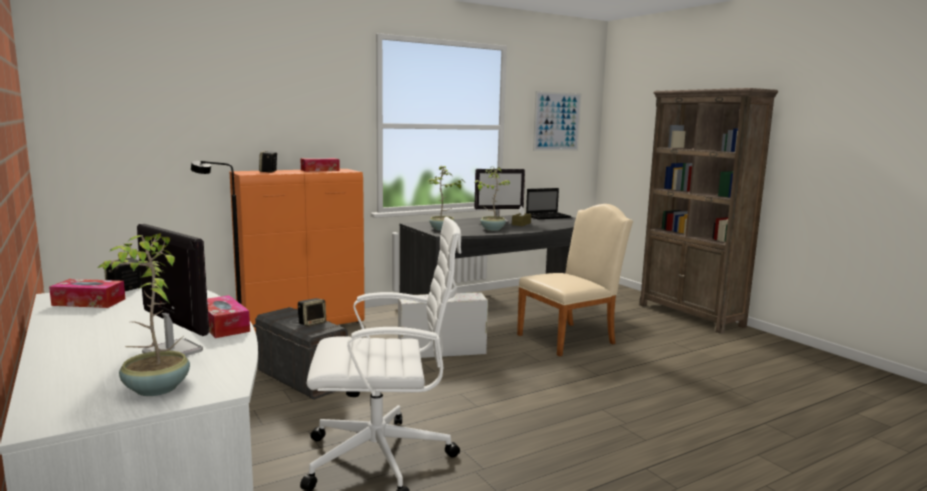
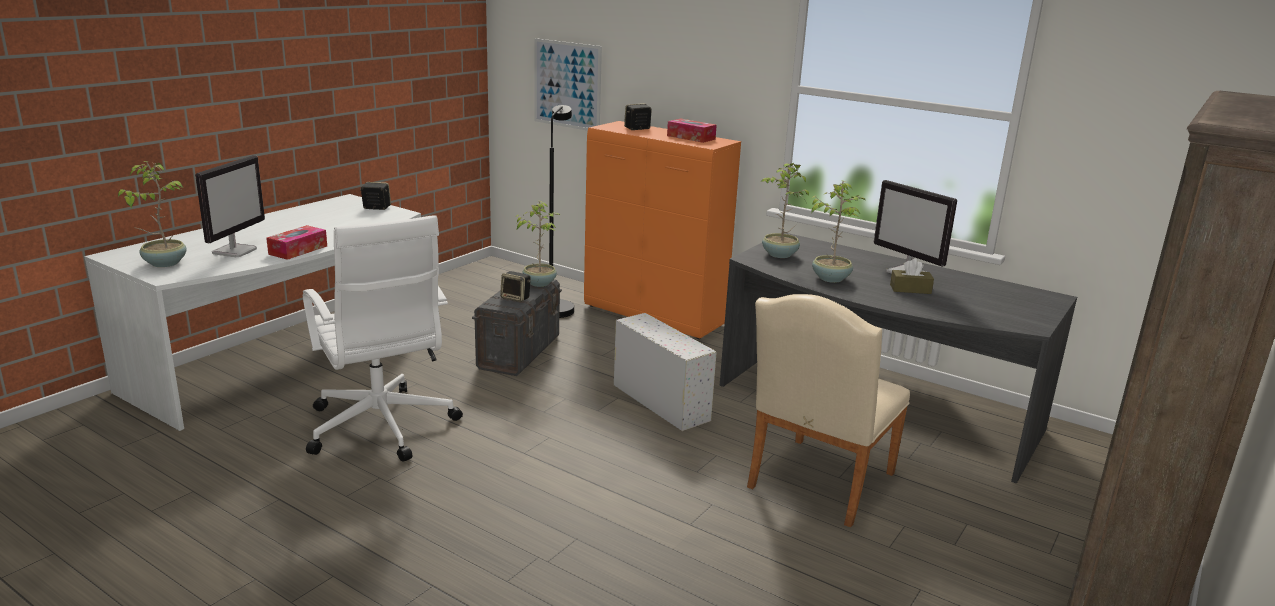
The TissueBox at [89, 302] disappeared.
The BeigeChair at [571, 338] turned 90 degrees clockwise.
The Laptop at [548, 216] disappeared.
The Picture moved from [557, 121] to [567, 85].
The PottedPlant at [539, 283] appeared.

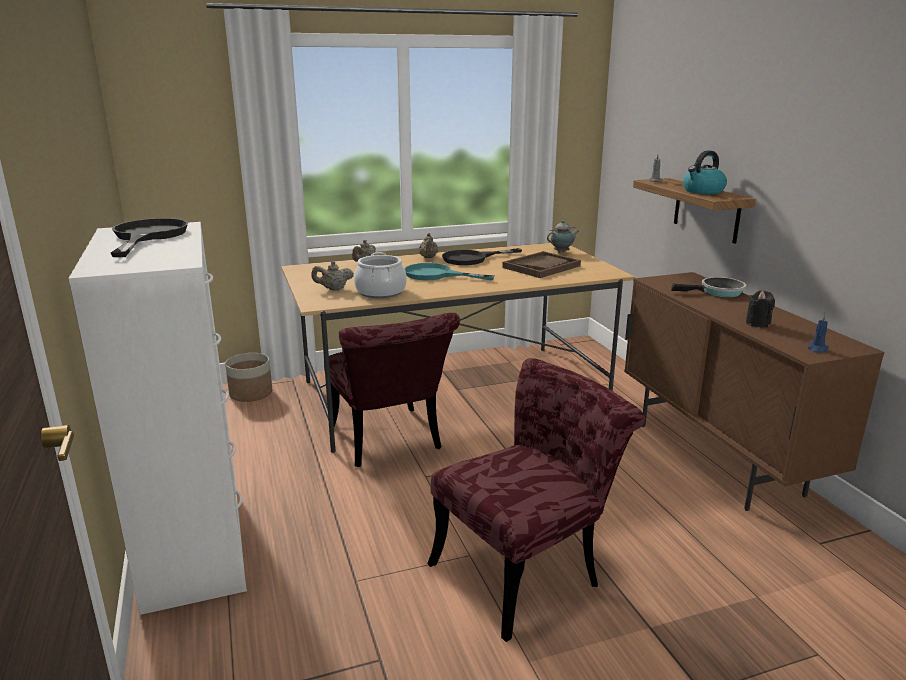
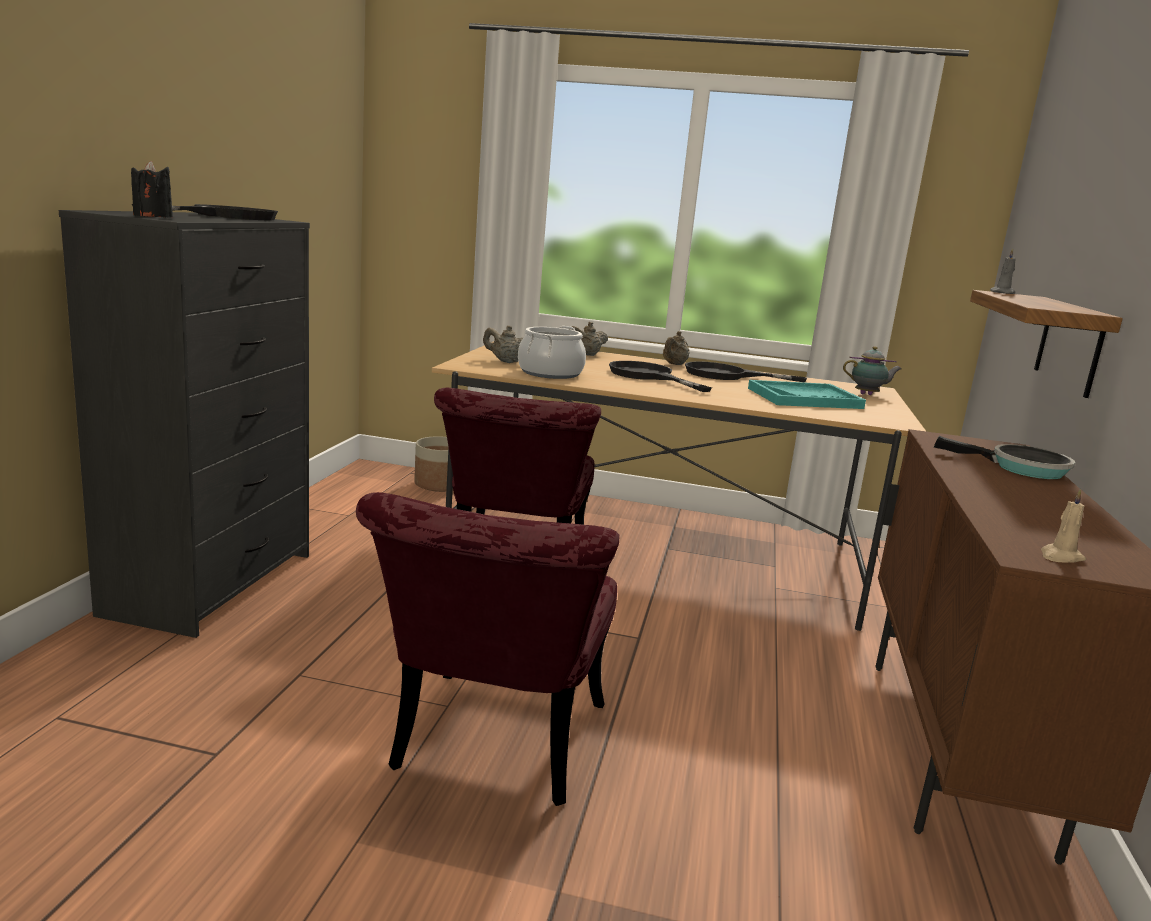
The WhiteDresser at [194, 544] became the BlackDresser at [213, 582].
The TurquoiseFryingPan at [436, 275] became the BlackFryingPan at [648, 376].
The RedChair at [527, 569] turned 105 degrees clockwise.
The BrownTray at [541, 267] became the TurquoiseTray at [804, 398].
The Kettle at [703, 191] disappeared.
The BlackCandle moved from [757, 323] to [153, 217].
The BlueCandle at [817, 349] became the BeigeCandle at [1060, 557].

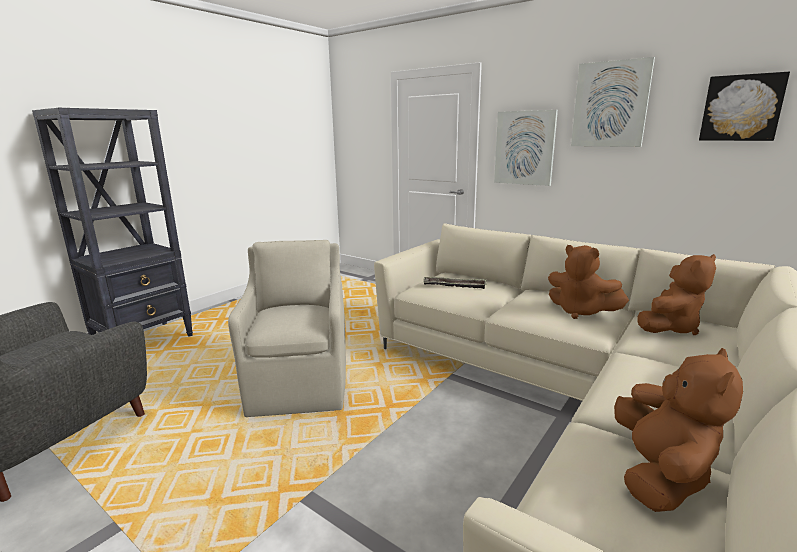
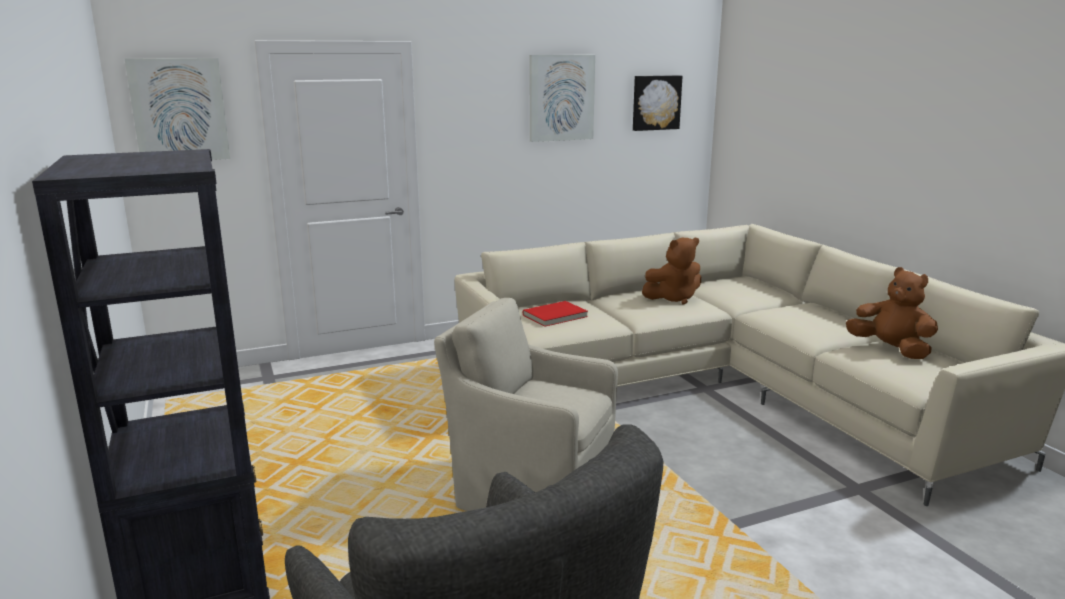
The Tray at [454, 286] was replaced by the RedBook at [555, 316].
The Picture moved from [524, 148] to [179, 110].
The BrownPlushToy at [669, 327] disappeared.

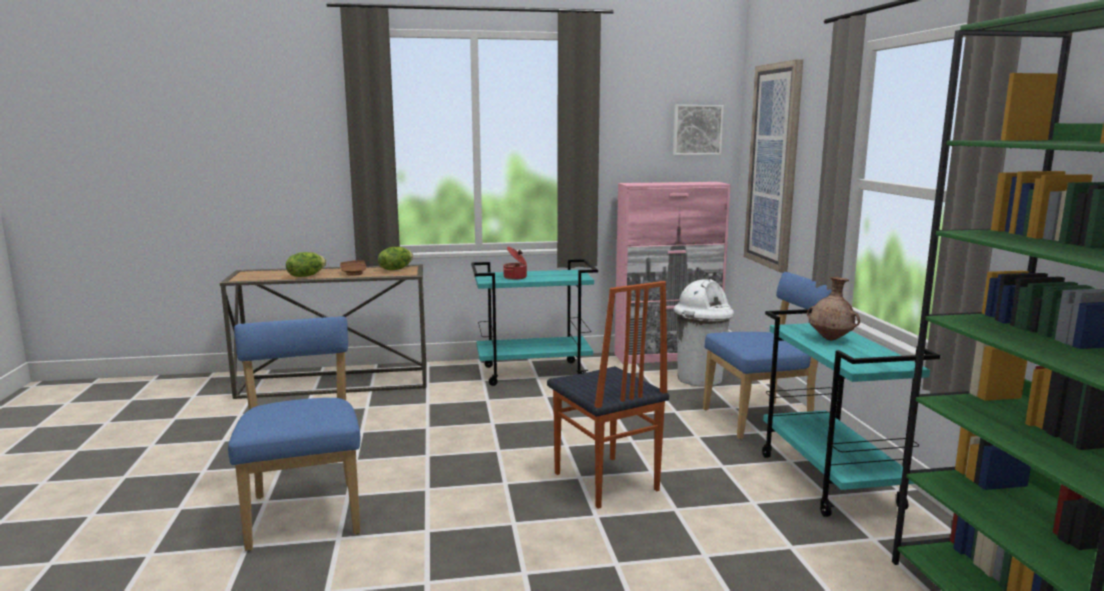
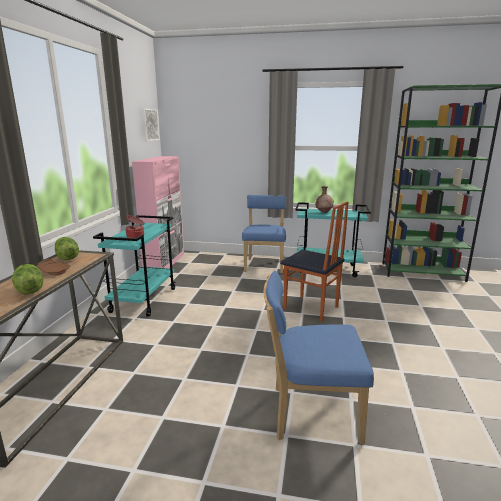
The Chair at [605, 482] turned 45 degrees clockwise.
The WhiteTrashCan at [700, 379] disappeared.
The Picture at [774, 166] disappeared.

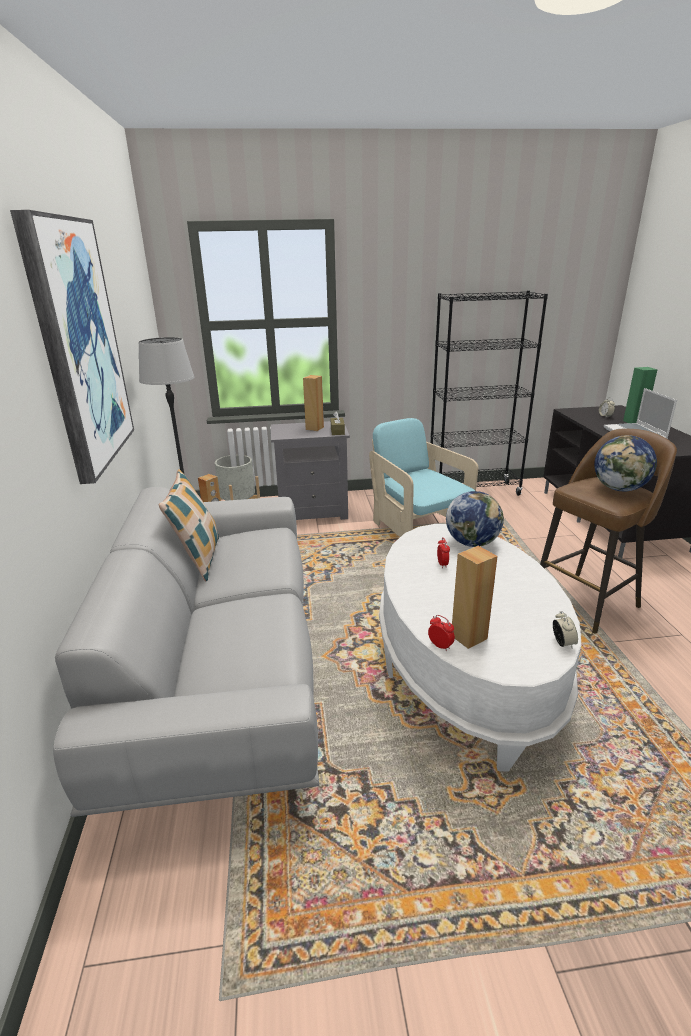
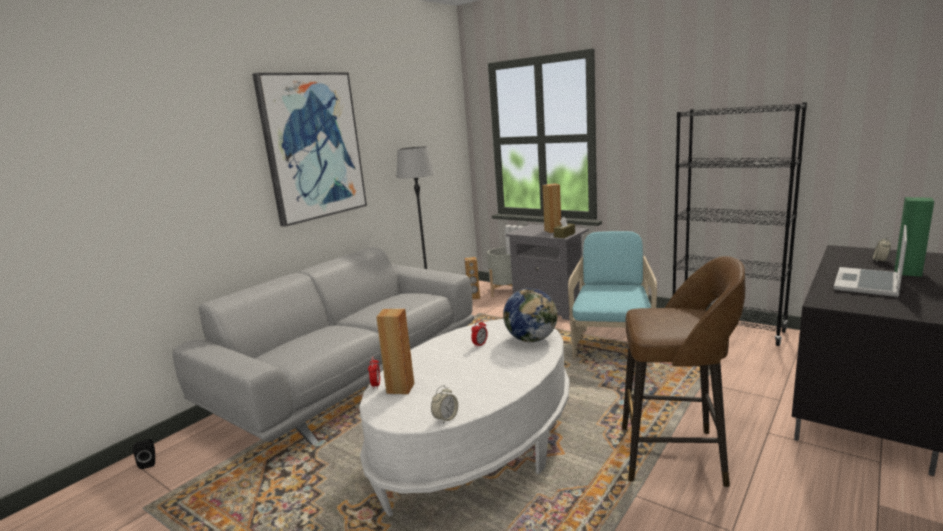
The Pillow at [198, 559] disappeared.
The Globe at [619, 489] disappeared.
The BlackSpeaker at [149, 463] appeared.

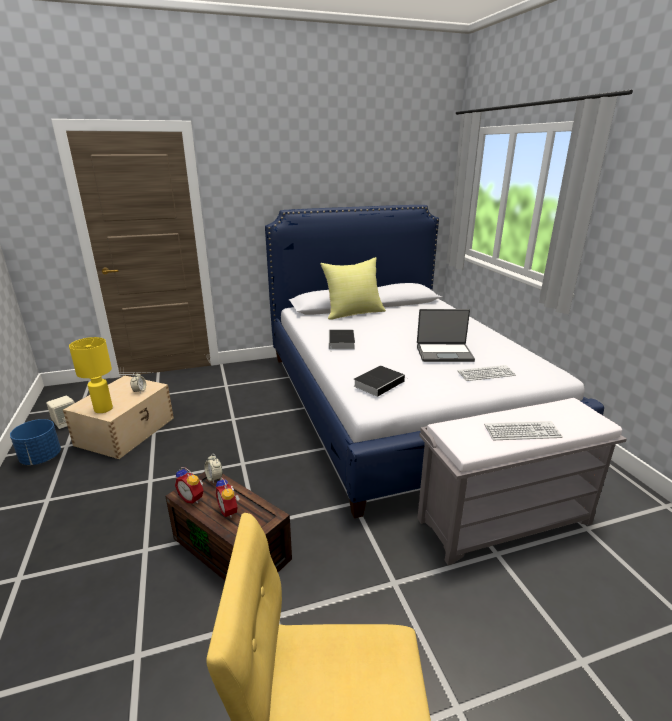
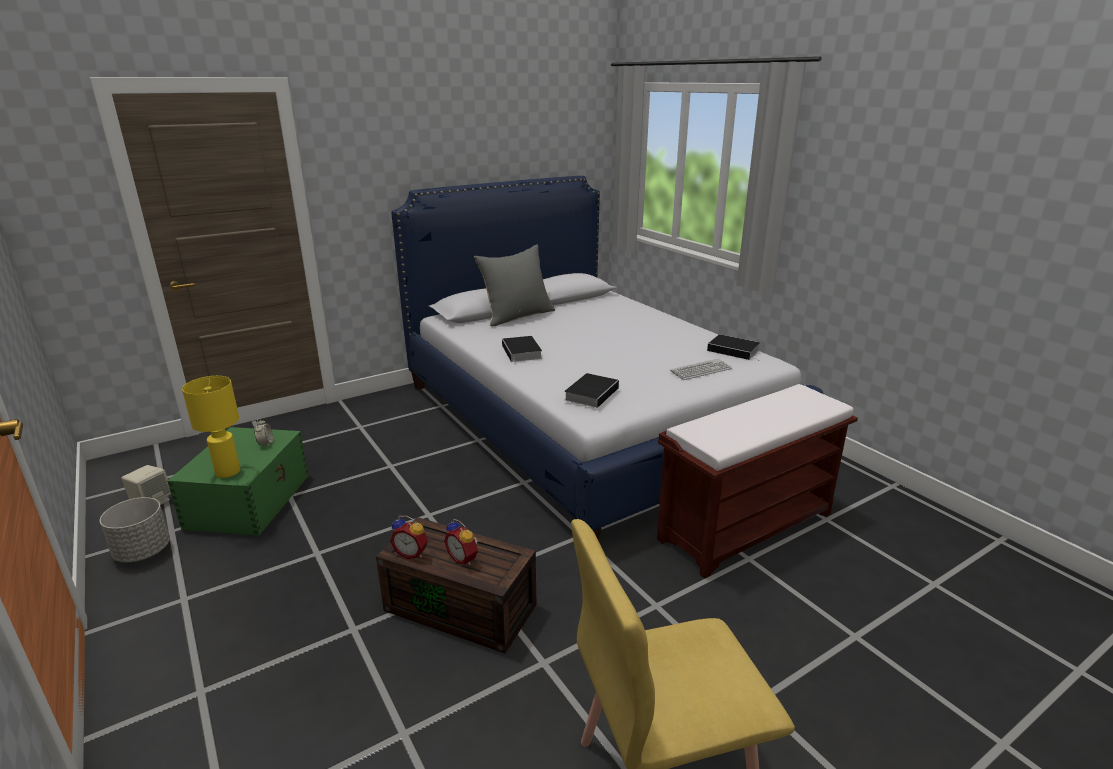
The BluePlanter at [41, 458] became the GreyPlanter at [143, 552].
The BeigeStorageBox at [127, 431] became the GreenStorageBox at [250, 500].
The AlarmClock at [214, 478] disappeared.
The YellowPillow at [353, 313] became the GreyPillow at [517, 316].
The Laptop at [444, 353] disappeared.
The GreyBench at [505, 520] became the BrownBench at [746, 525].
The Keyboard at [522, 432] disappeared.
The Book at [735, 350] appeared.

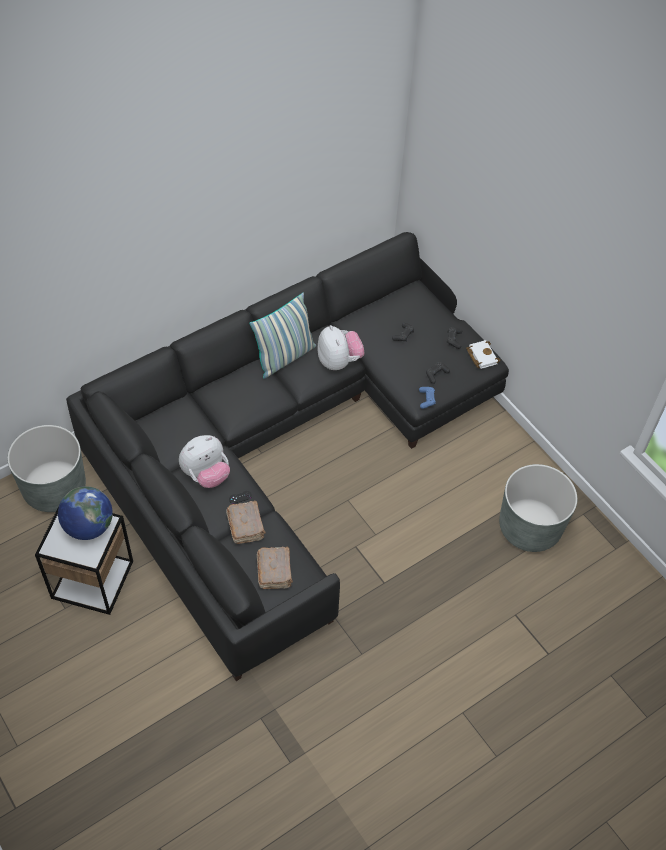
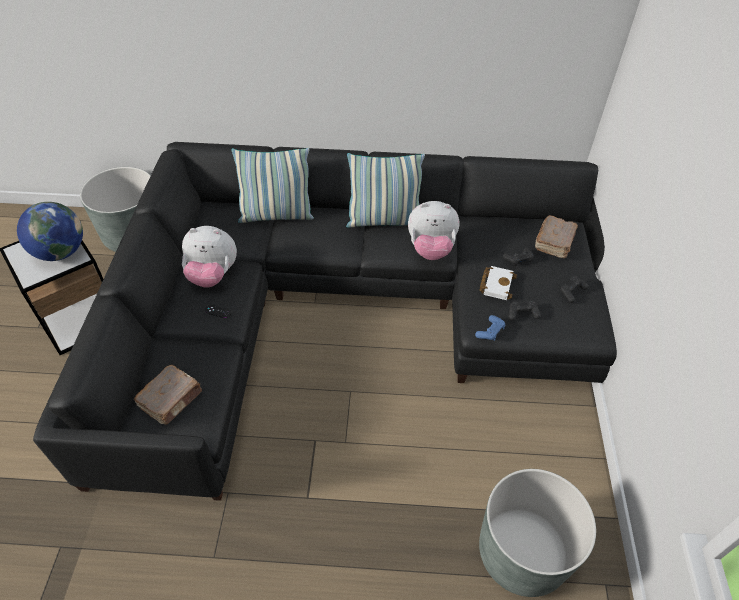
The BrownBook moved from [246, 526] to [554, 243].
The PlushToy at [339, 361] turned 75 degrees clockwise.
The WhiteBook moved from [481, 356] to [496, 284].
The Pillow at [276, 215] appeared.

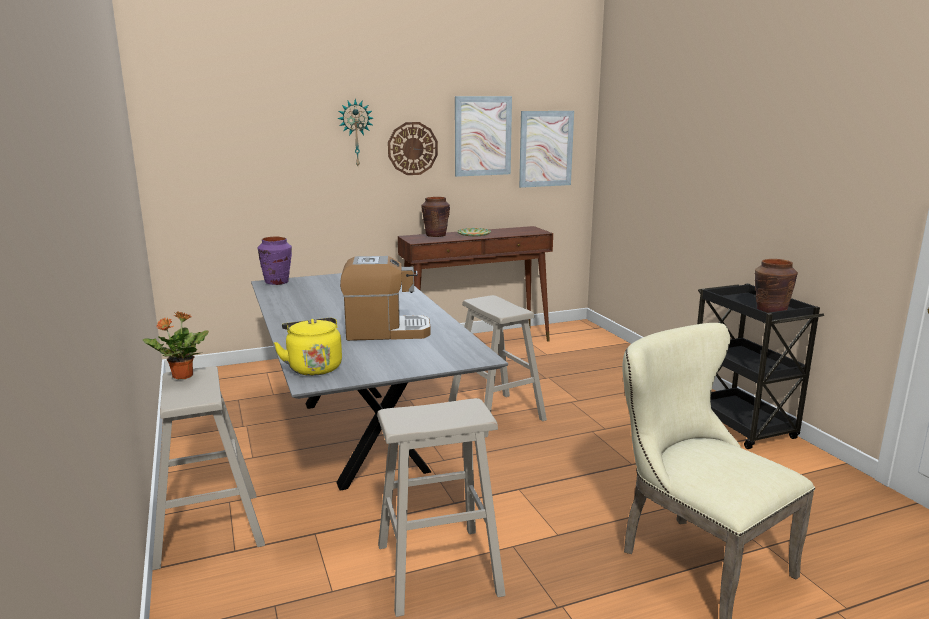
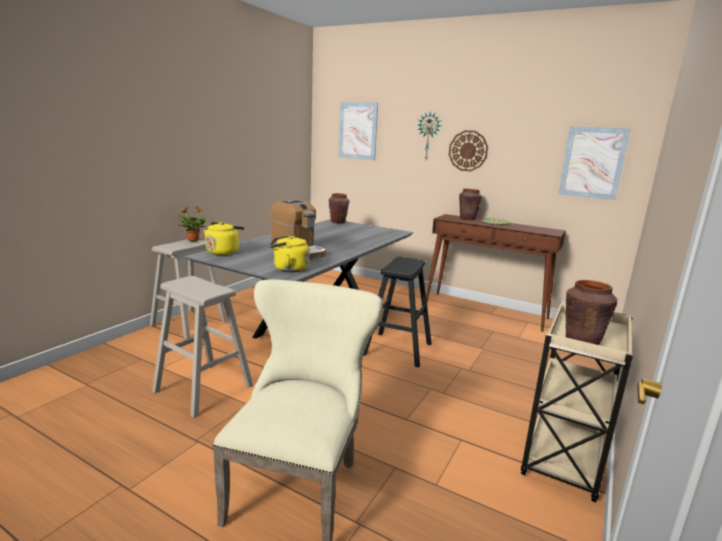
The PurpleVase at [277, 282] became the BrownVase at [338, 222].
The BeigeStool at [496, 415] became the BlackStool at [397, 349].
The Picture moved from [483, 136] to [358, 131].
The BlackCart at [741, 425] became the BeigeCart at [563, 459].
The YellowKettle at [288, 269] appeared.

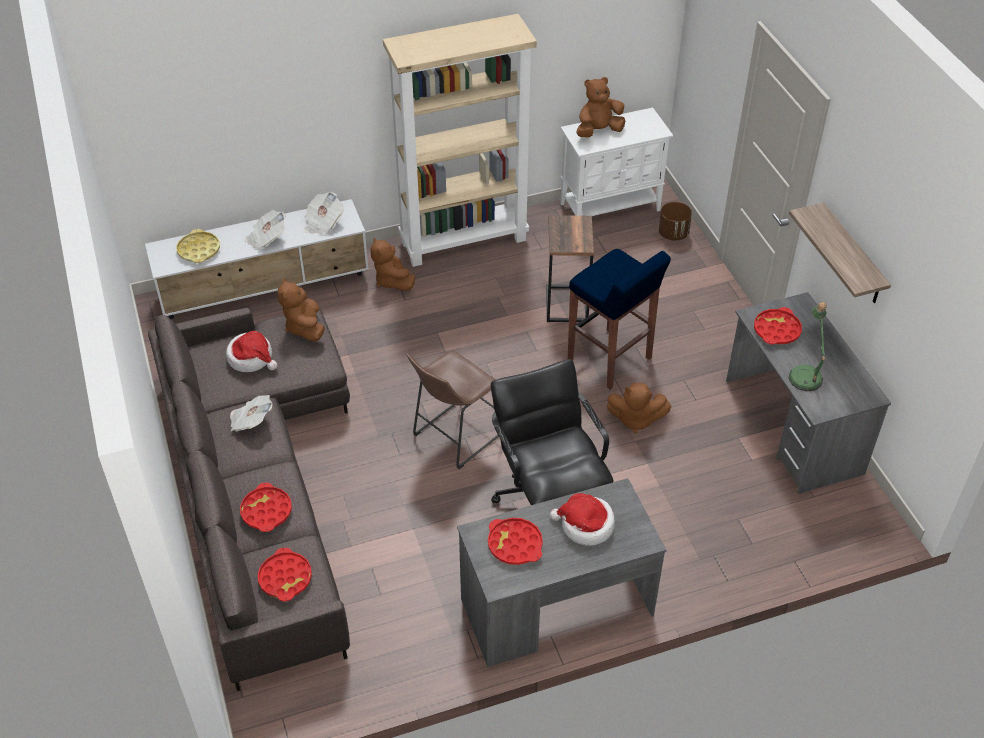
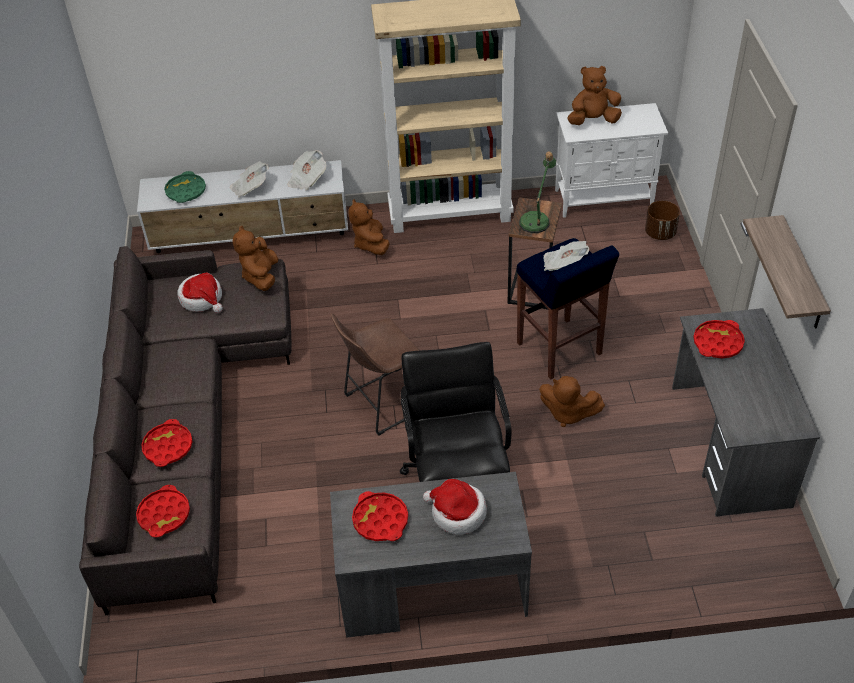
The YellowTray at [199, 250] became the GreenTray at [186, 191].
The Newspaper moved from [251, 421] to [563, 265].
The TableLamp moved from [806, 374] to [536, 219].

